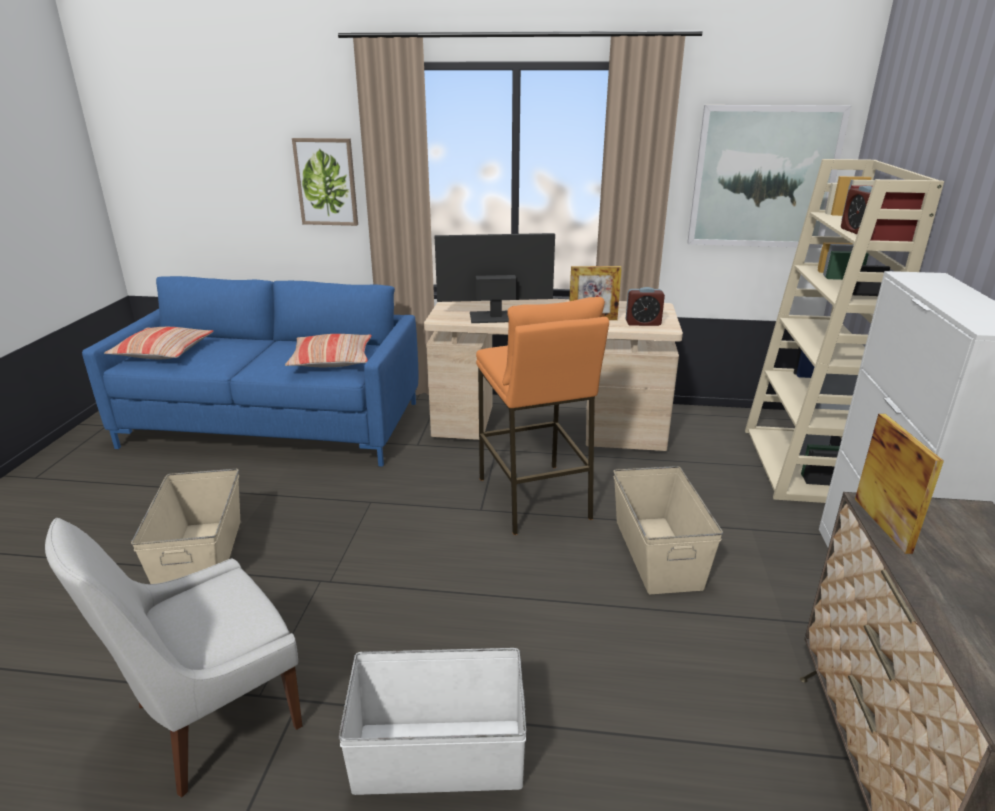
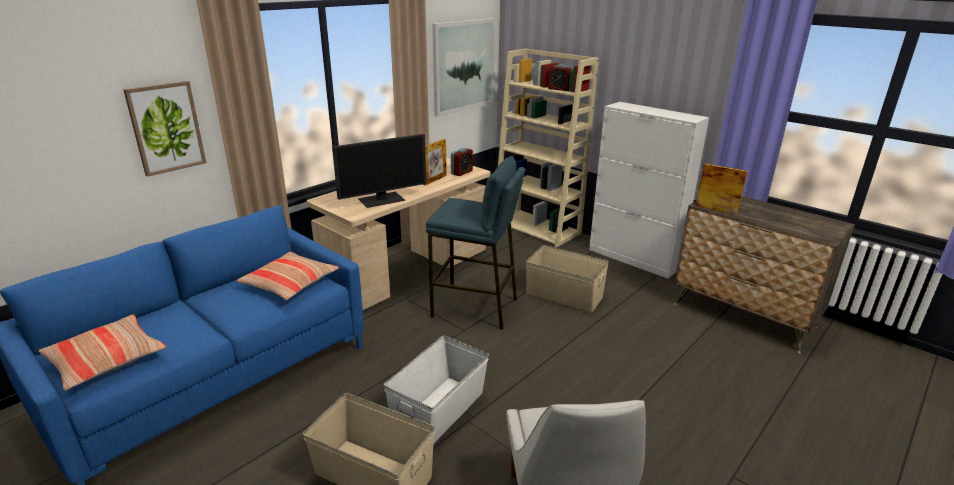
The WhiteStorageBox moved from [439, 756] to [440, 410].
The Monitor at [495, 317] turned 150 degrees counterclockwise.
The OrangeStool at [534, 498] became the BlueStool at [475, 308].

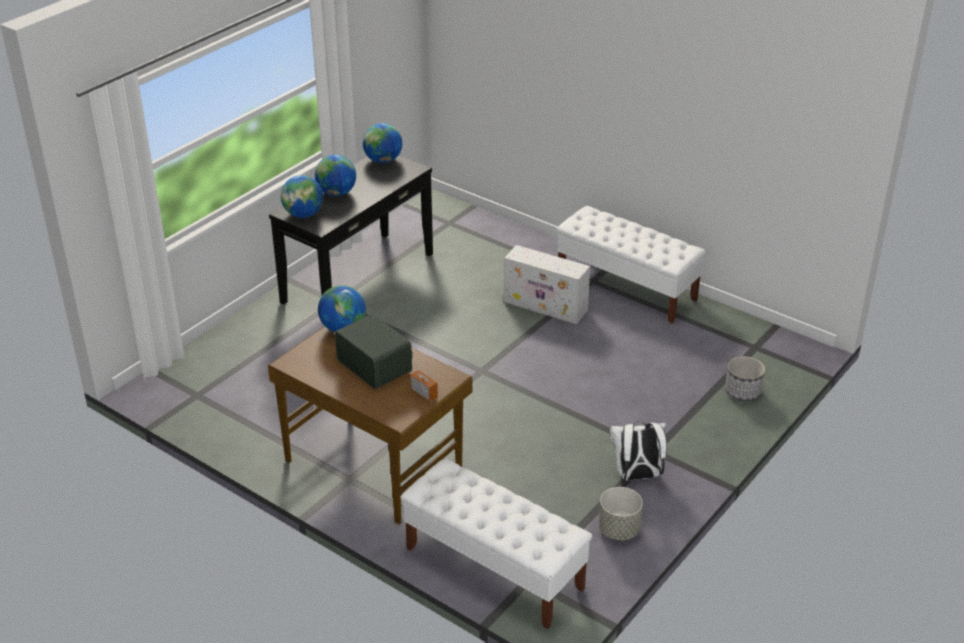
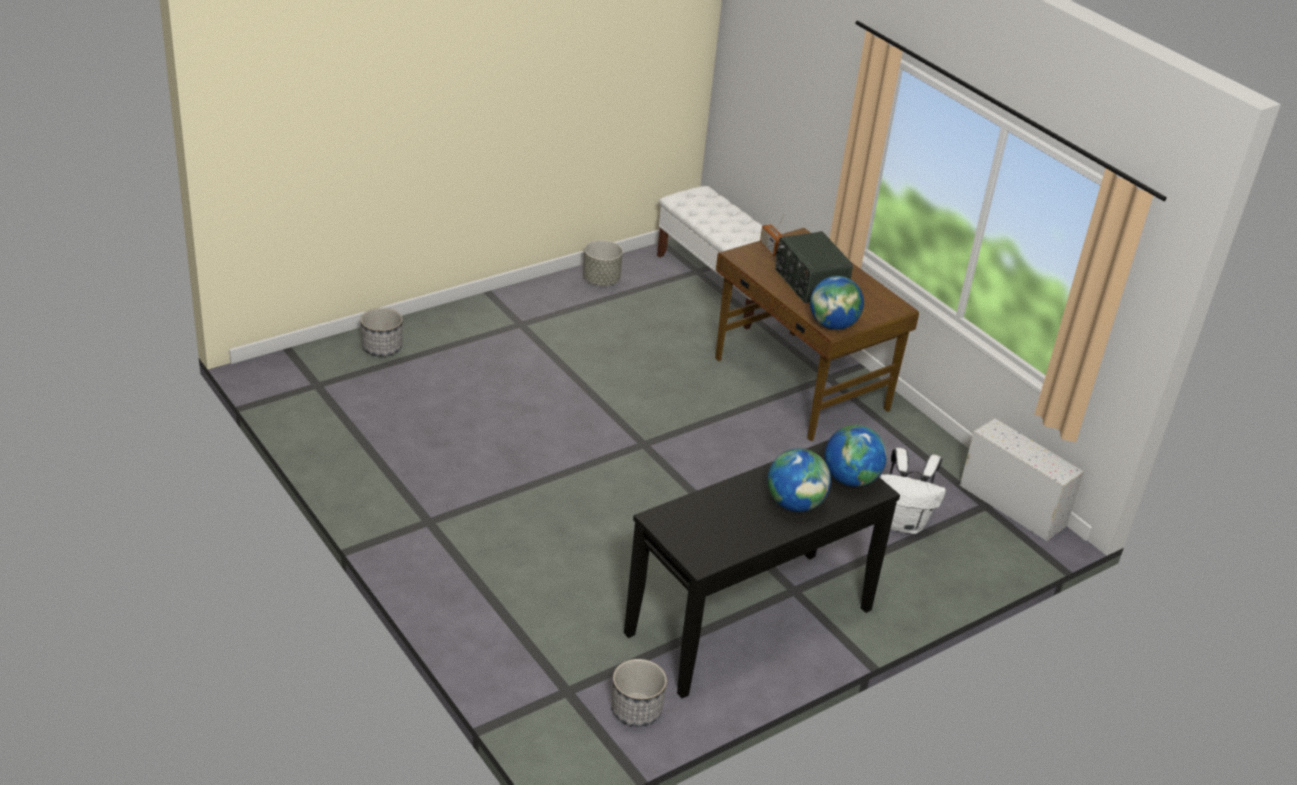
The Globe at [383, 160] disappeared.
The WhiteStorageBox moved from [546, 306] to [1010, 505].
The WhiteBench at [627, 288] disappeared.
The WhiteBackpack moved from [636, 476] to [902, 523].
The Planter at [636, 710] appeared.

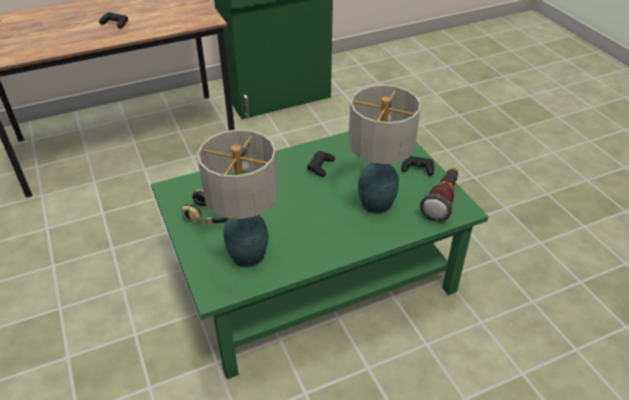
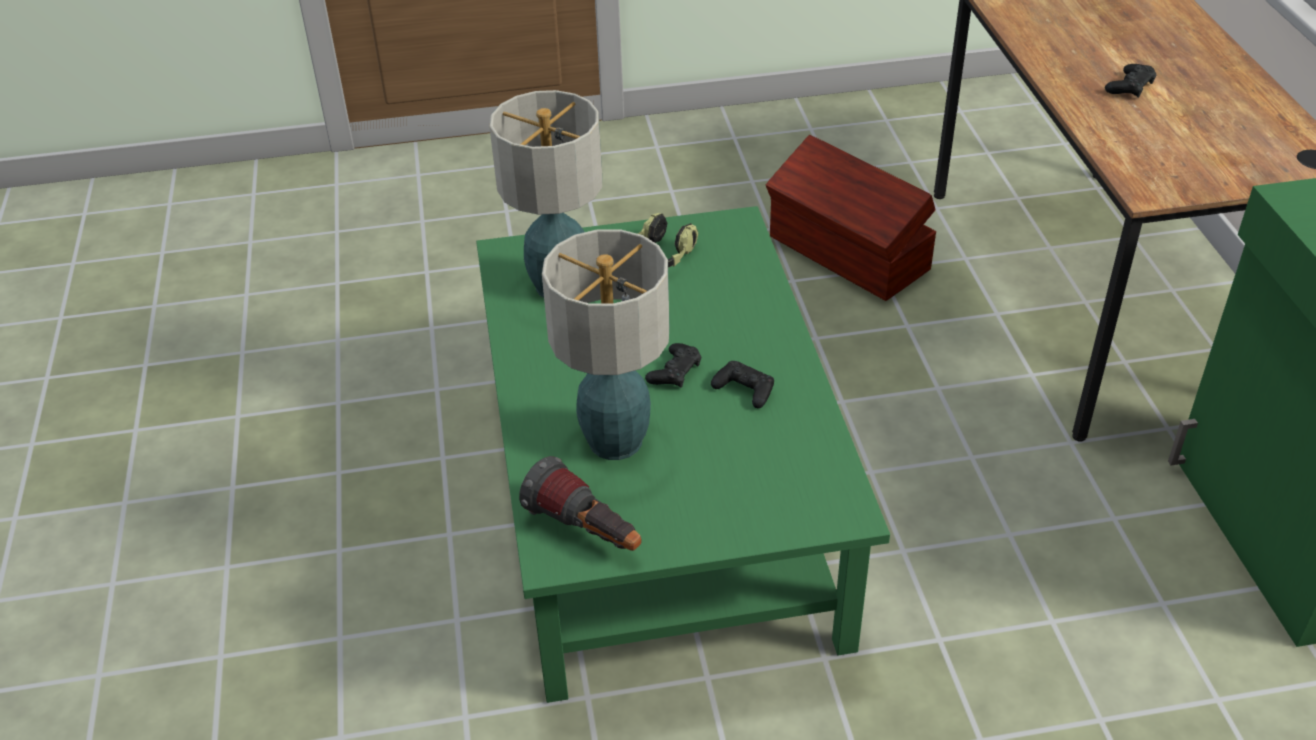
The BlackGameController moved from [417, 169] to [674, 372].
The BrownStorageBox at [848, 254] appeared.

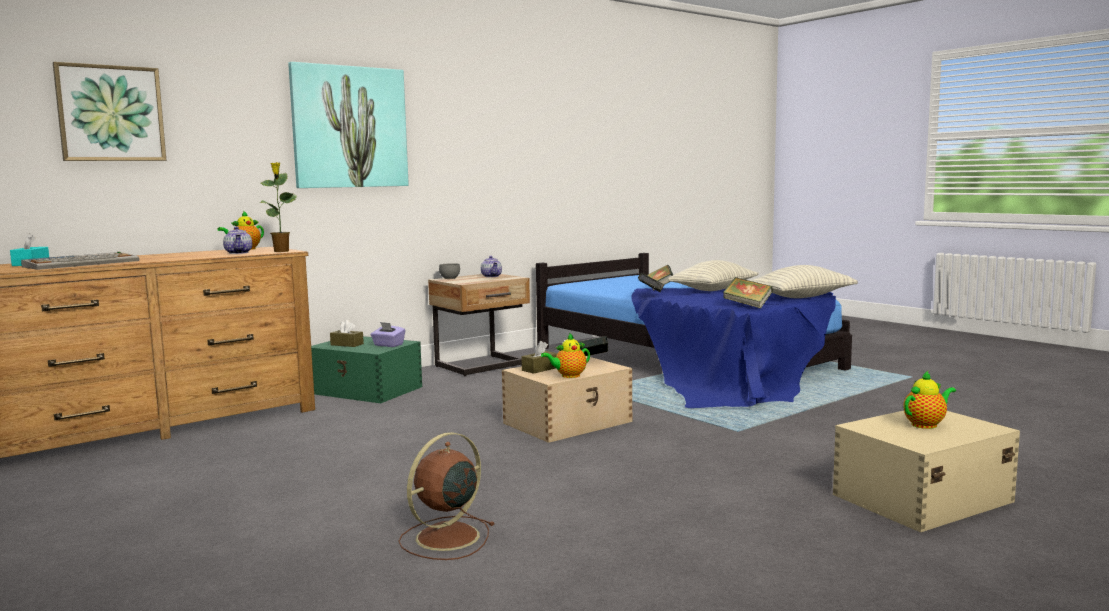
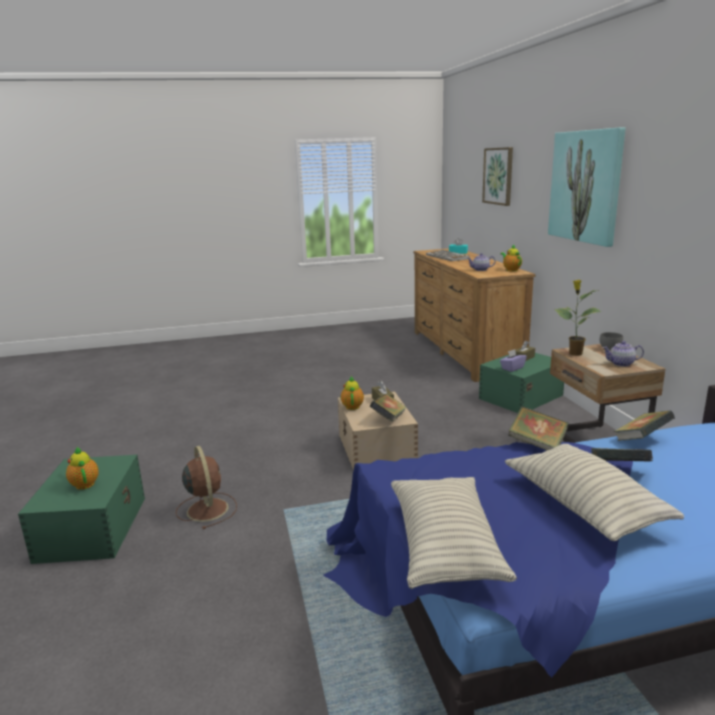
The PottedPlant moved from [281, 251] to [574, 353].
The BrownFan moved from [445, 538] to [207, 509].
The Book moved from [747, 305] to [641, 440].
The BeigeStorageBox at [920, 498] became the GreenStorageBox at [93, 527].
The Teapot at [926, 424] turned 150 degrees clockwise.

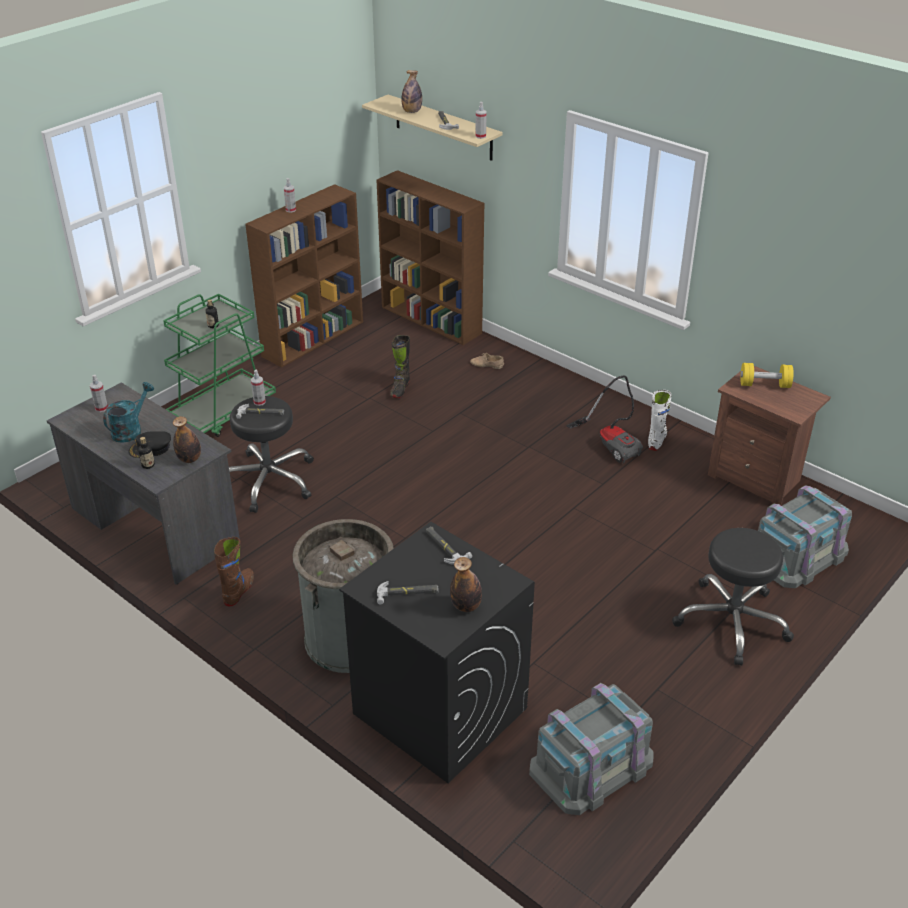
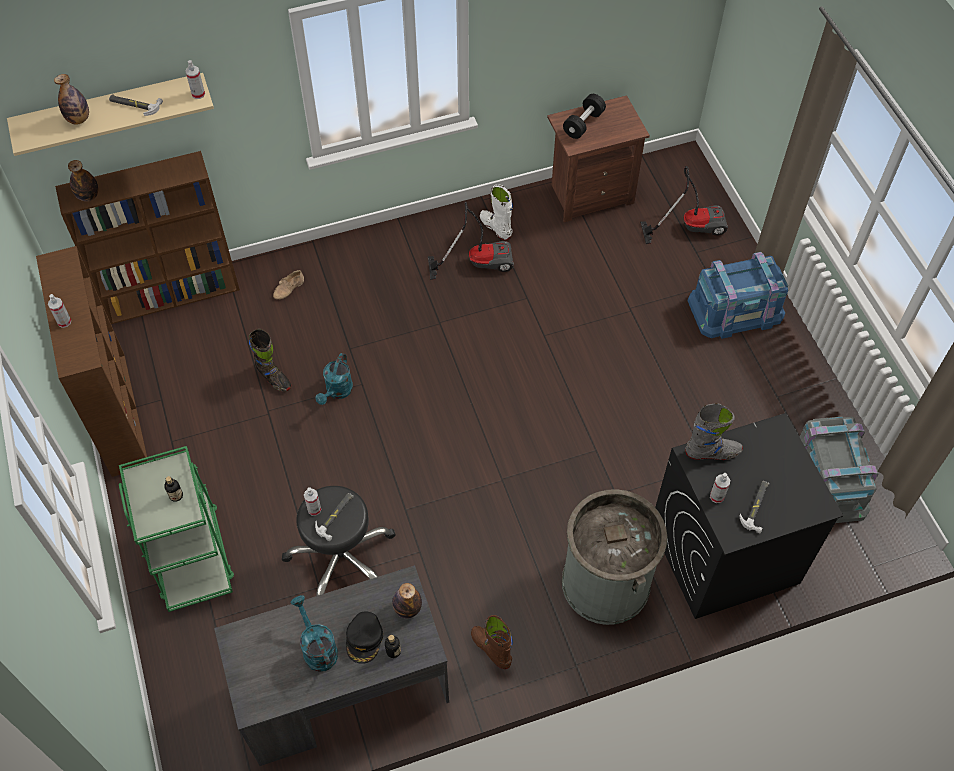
The SprayBottle moved from [101, 408] to [717, 496].
The Hammer at [445, 547] was replaced by the GreyBoot at [712, 453].
The Bottle moved from [466, 606] to [88, 196].
The BlackStool at [732, 621] was replaced by the BlueStorageBox at [735, 309].
The YellowDumbbell at [764, 384] became the BlackDumbbell at [583, 124].
The GreyStorageBox at [797, 555] was replaced by the VacuumCleaner at [690, 226].
The TurquoiseWateringCan at [337, 392] appeared.

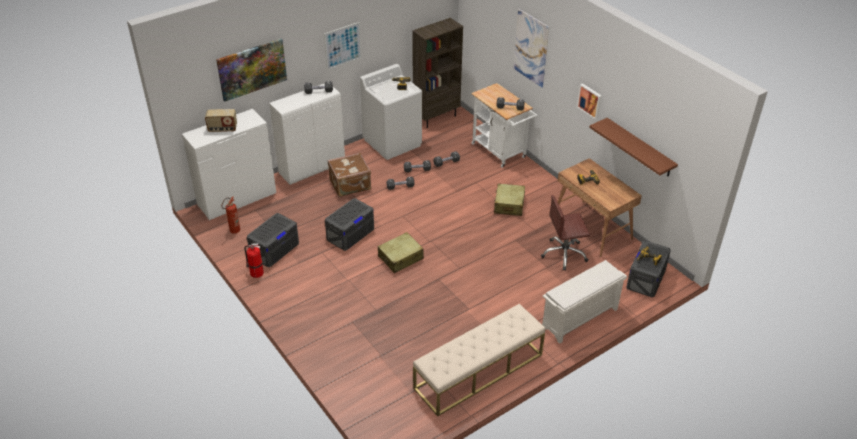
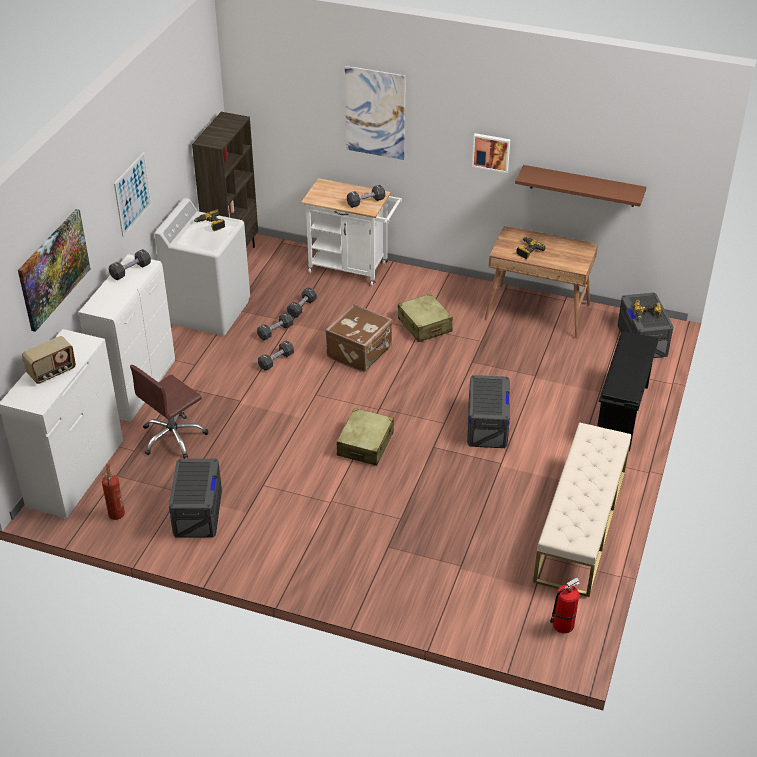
The FireExtinguisher moved from [256, 273] to [562, 625].
The GreyStorageBox moved from [350, 234] to [487, 425].
The BrownSuitcase moved from [350, 185] to [360, 352].
The BrownOfficeChair moved from [564, 254] to [173, 437].
The WhiteShoeRack at [579, 319] became the BlackShoeRack at [622, 414].

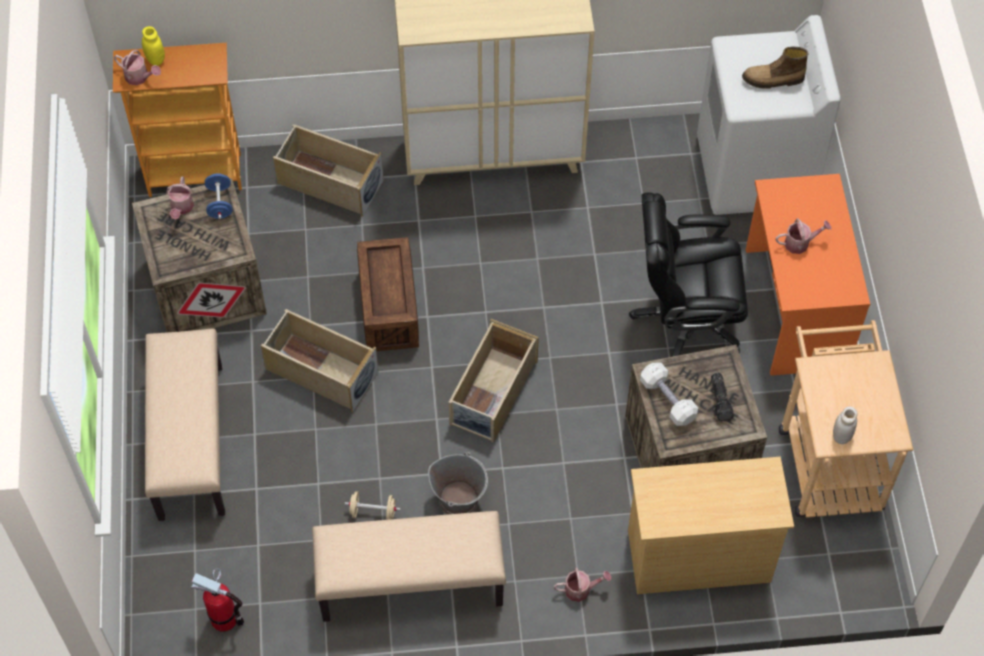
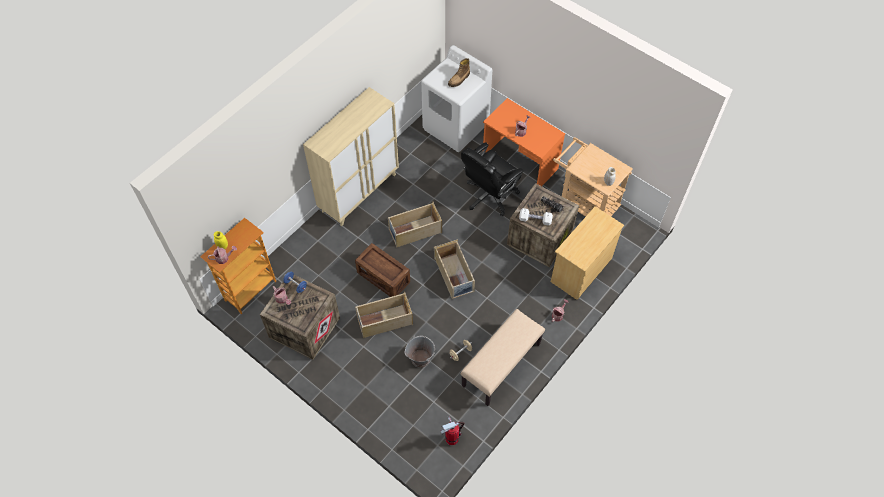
The BeigeBench at [190, 441] disappeared.
The BeigeStorageBox moved from [329, 182] to [414, 231].
The GreyBucket moved from [459, 500] to [420, 358].

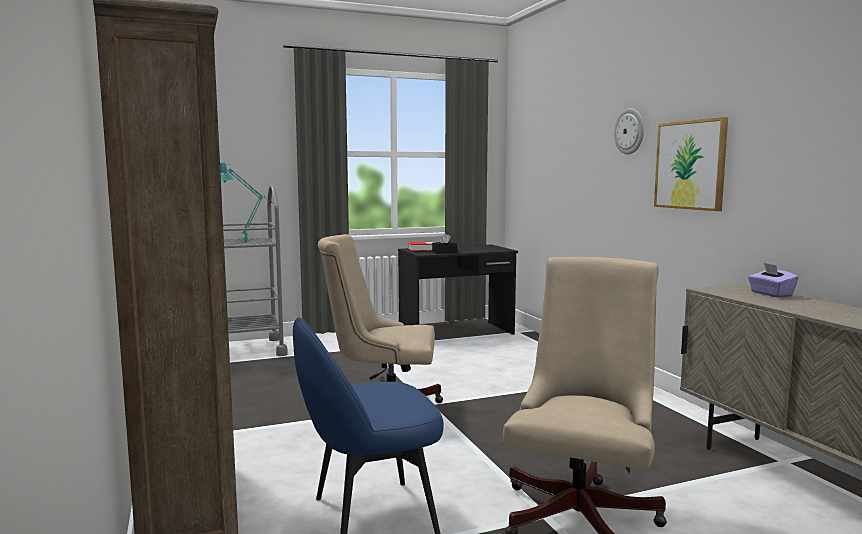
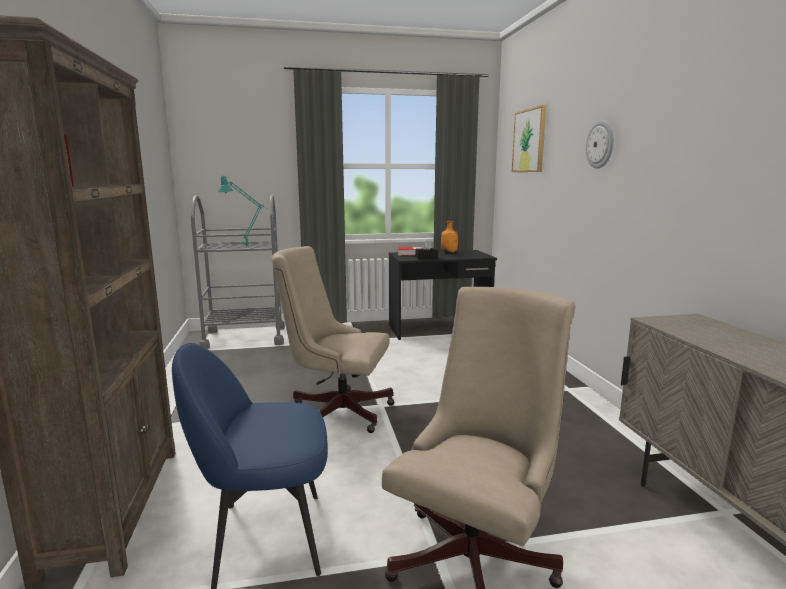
The Picture moved from [690, 165] to [529, 141].
The PurpleTissueBox at [770, 294] disappeared.
The OrangeBottle at [449, 252] appeared.

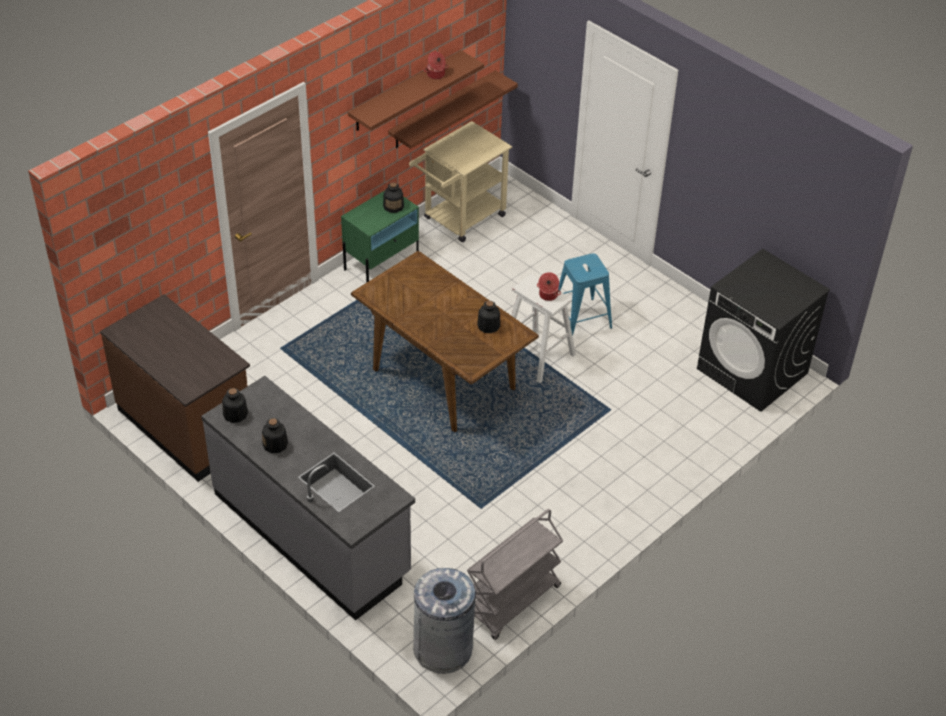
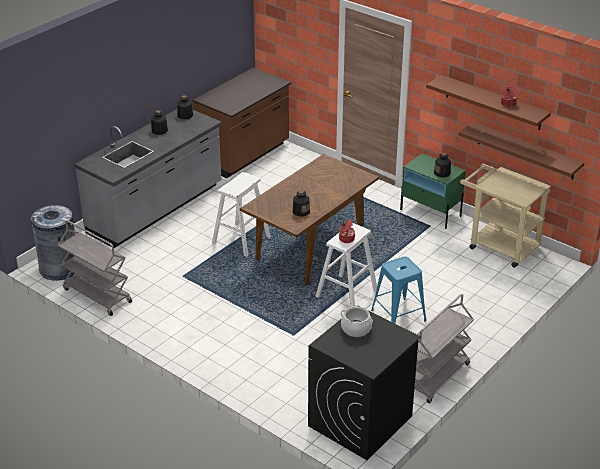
The WhiteStool at [241, 240] appeared.
The CookingPot at [356, 329] appeared.
The GreyCart at [436, 378] appeared.

